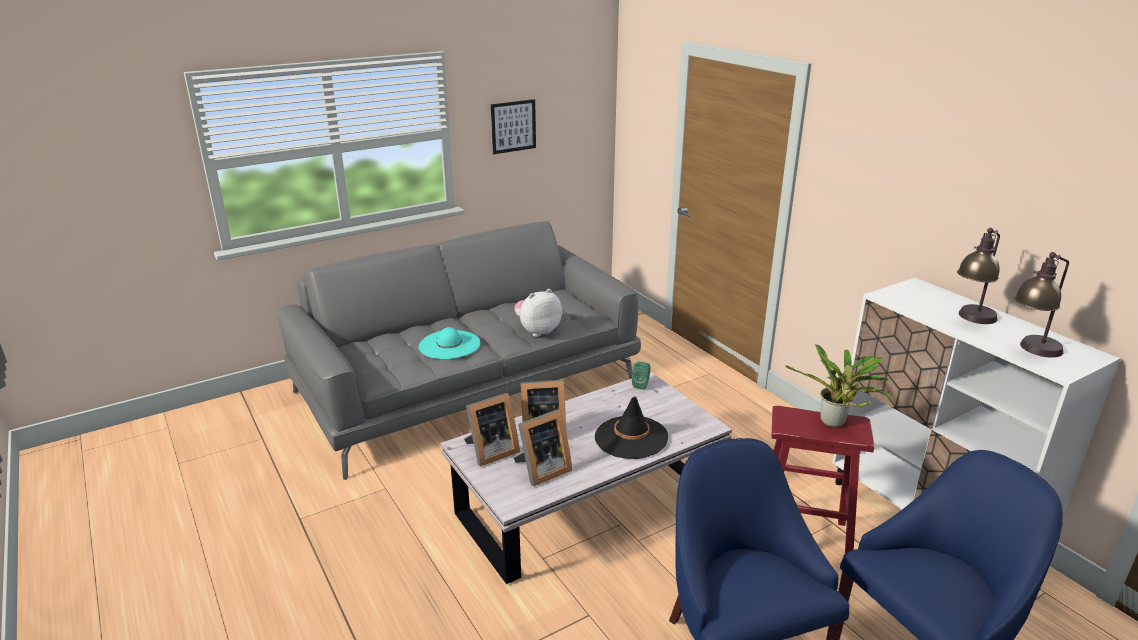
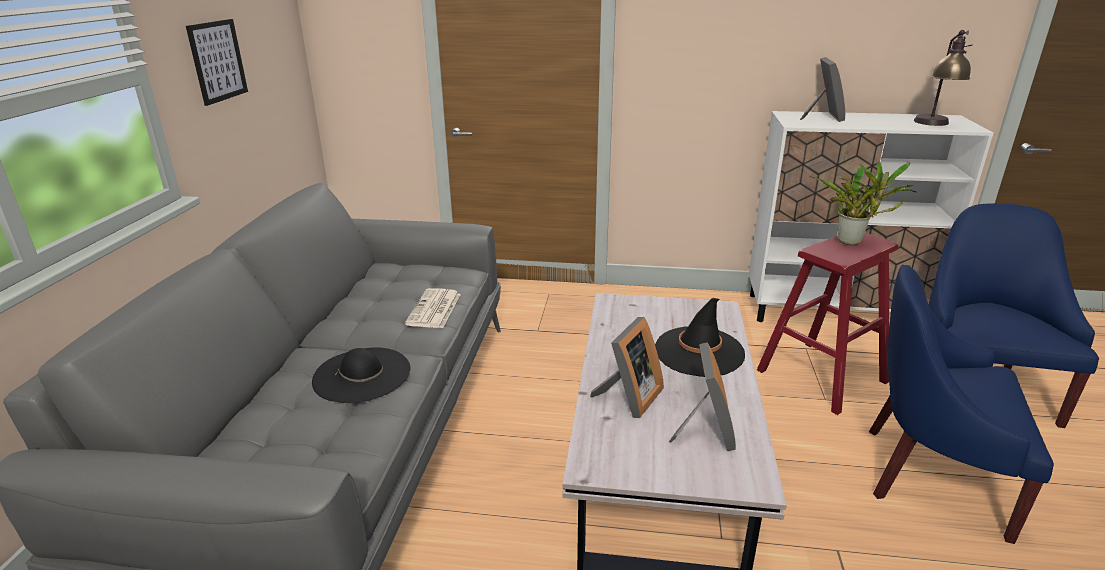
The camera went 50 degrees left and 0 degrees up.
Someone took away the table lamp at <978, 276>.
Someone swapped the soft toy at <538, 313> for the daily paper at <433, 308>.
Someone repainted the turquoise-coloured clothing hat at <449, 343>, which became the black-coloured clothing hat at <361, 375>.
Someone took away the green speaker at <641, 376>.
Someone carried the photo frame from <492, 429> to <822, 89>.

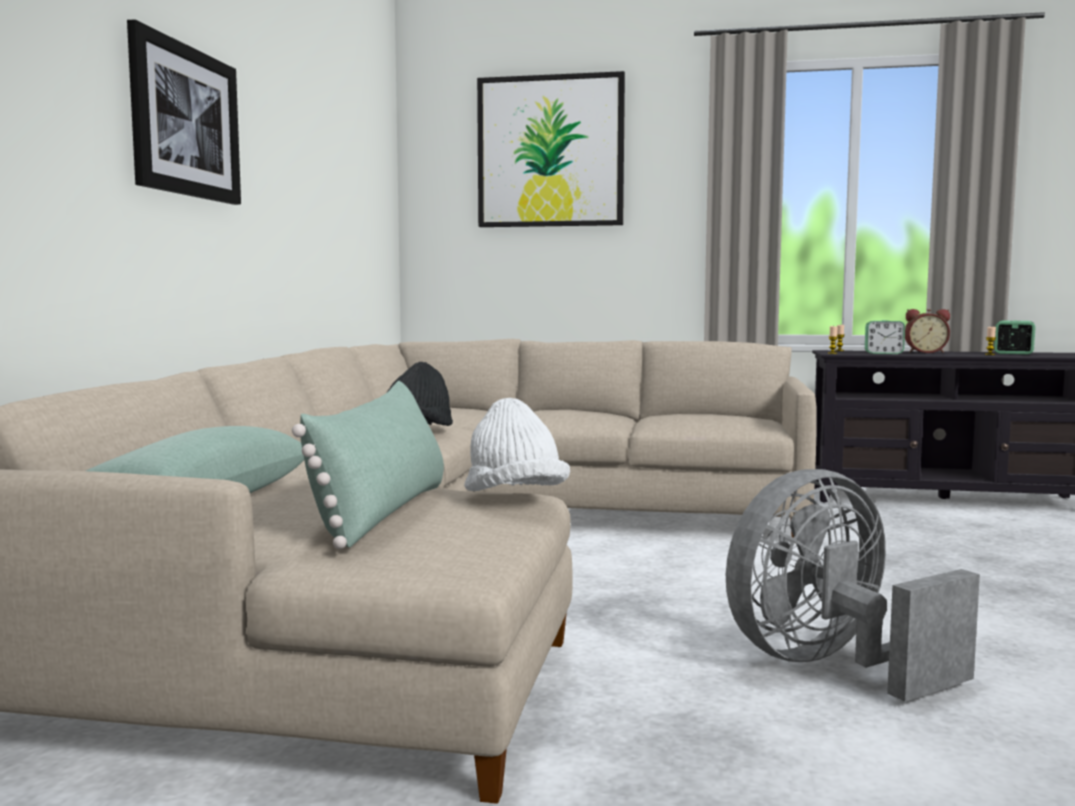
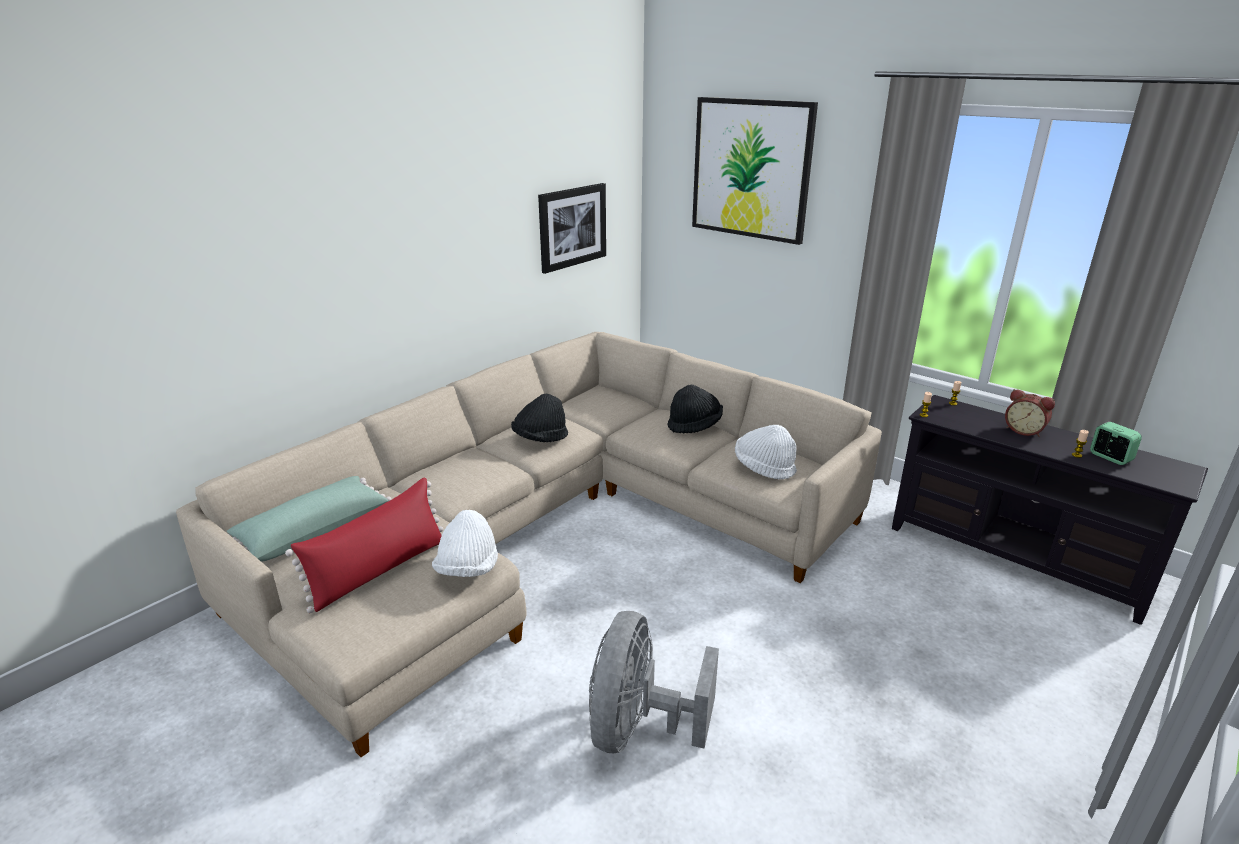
The camera went 30 degrees right and 20 degrees up.
Someone carried the wall art from <184, 112> to <572, 228>.
Someone took away the table clock at <885, 337>.
Someone repainted the green cushion at <368, 465>, which became the reddish cushion at <364, 545>.
Someone rotated the gray electric fan at <853, 585> by 75 degrees counterclockwise.
Someone put down the black-coloured clothing hat at <695, 408>.
Someone put down the whitish clothing hat at <766, 452>.

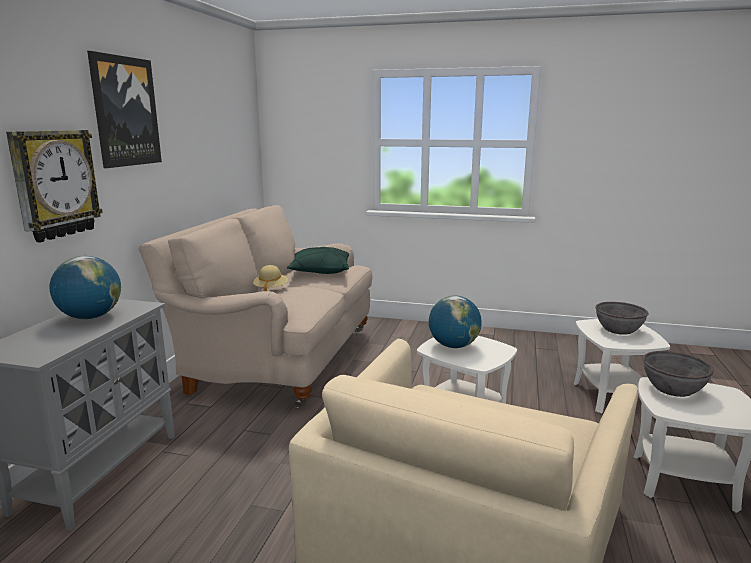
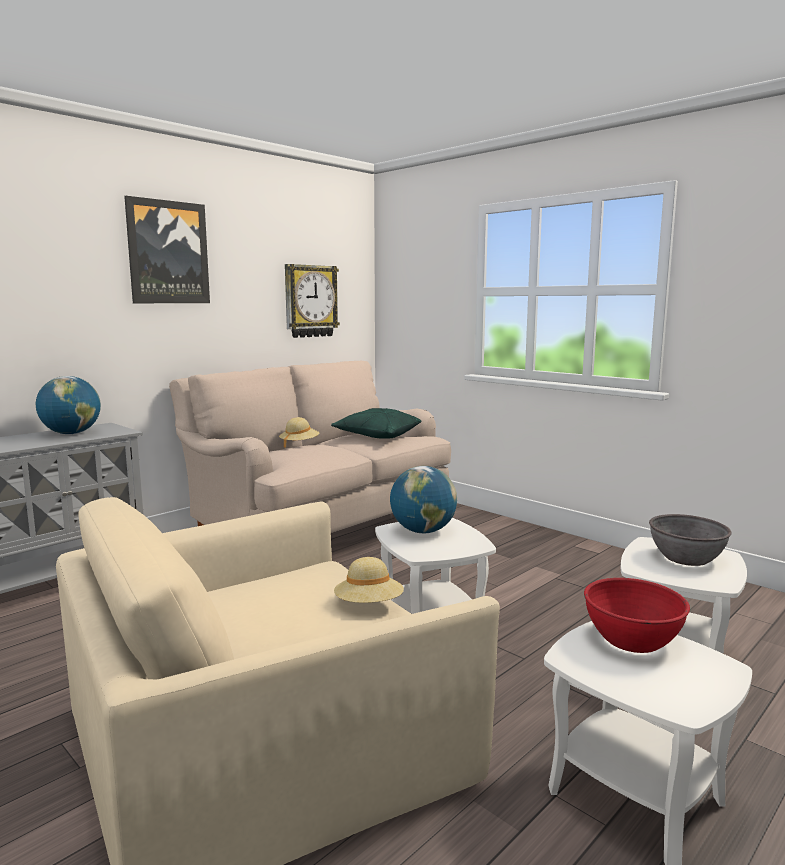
The camera went 30 degrees right and 5 degrees down.
Someone carried the wall clock from <54, 186> to <312, 301>.
Someone repainted the gray bowl at <678, 374>, which became the reddish bowl at <637, 615>.
Someone put down the beige-coloured clothing hat at <369, 580>.

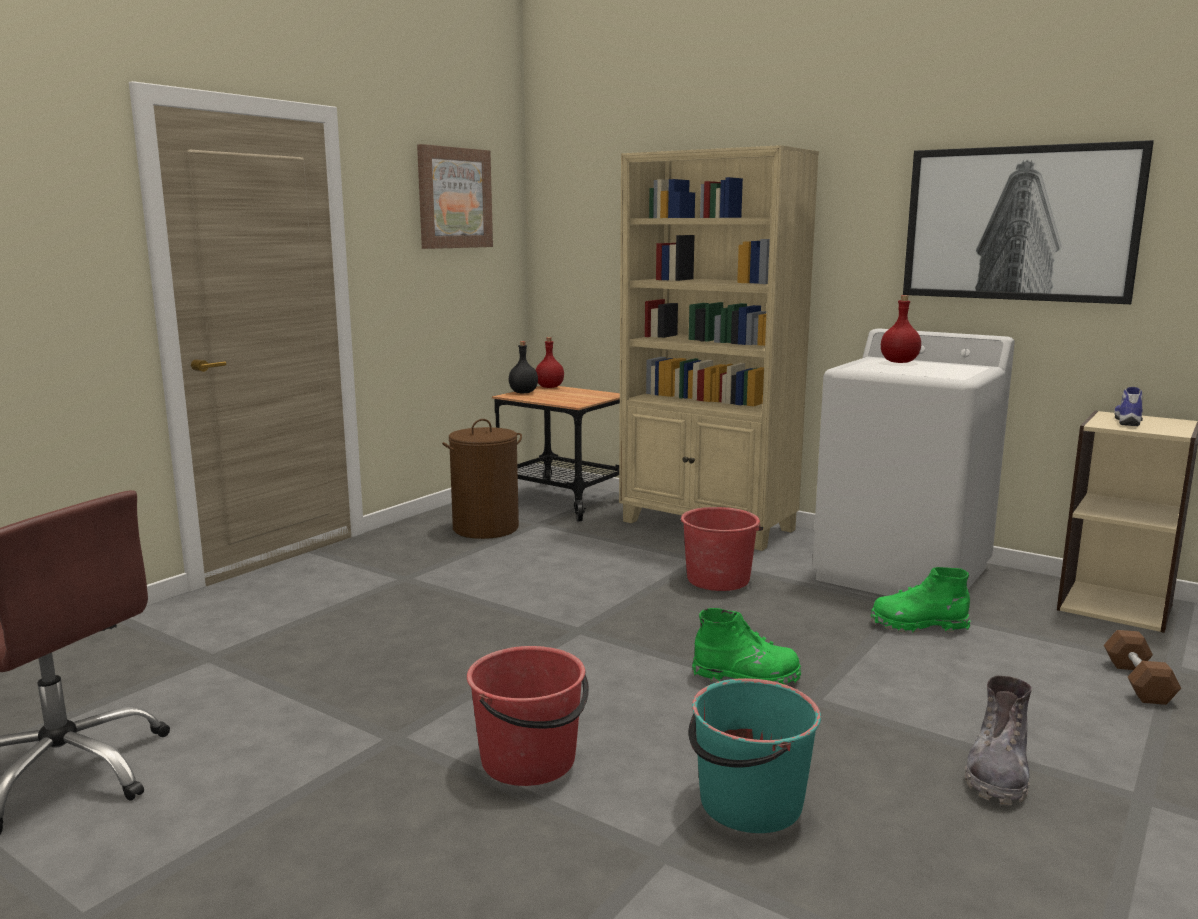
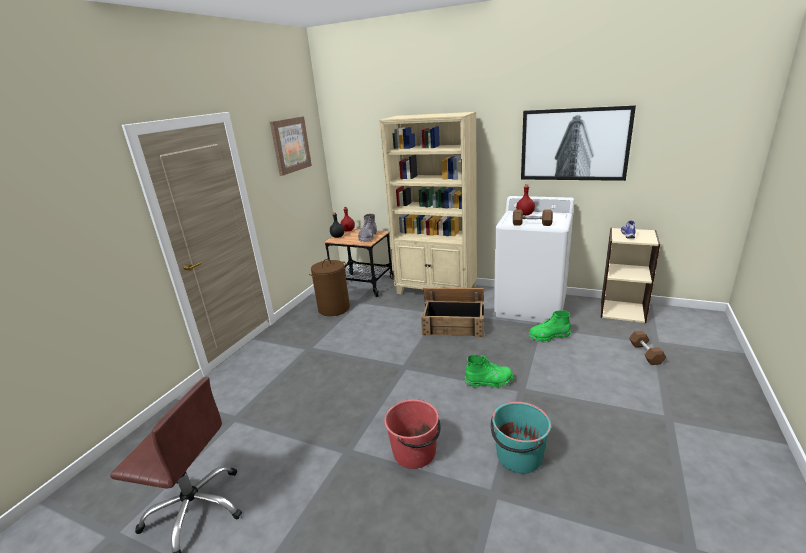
The camera went 10 degrees left and 10 degrees up.
Someone swapped the reddish water bucket at <721, 549> for the packing crate at <452, 312>.
Someone carried the gray boot from <998, 740> to <367, 228>.
Someone put down the brownish dumbbell at <533, 218>.

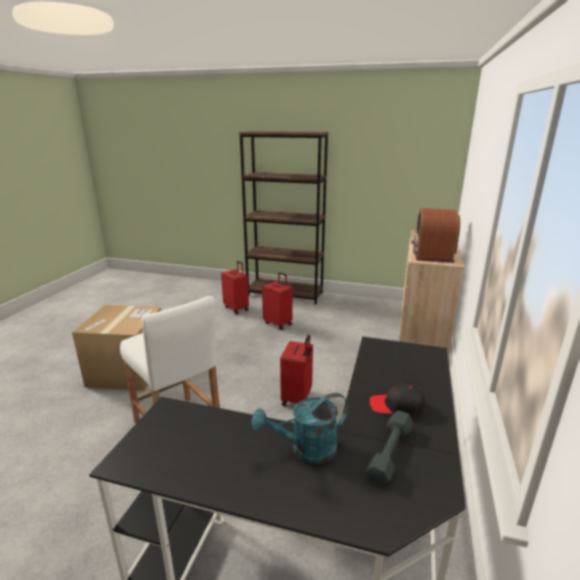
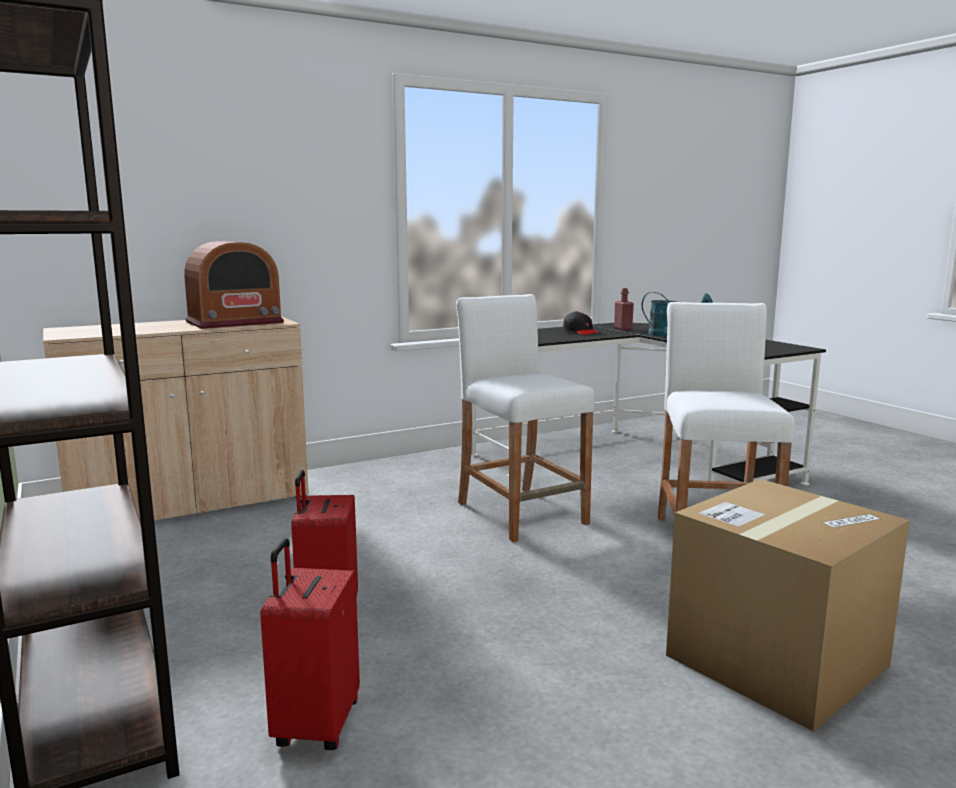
The camera went 135 degrees left and 10 degrees down.
Someone swapped the reddish piece of luggage at <296, 370> for the whitish sitting stool at <525, 418>.
Someone swapped the gray dumbbell at <389, 447> for the reddish bottle at <624, 309>.

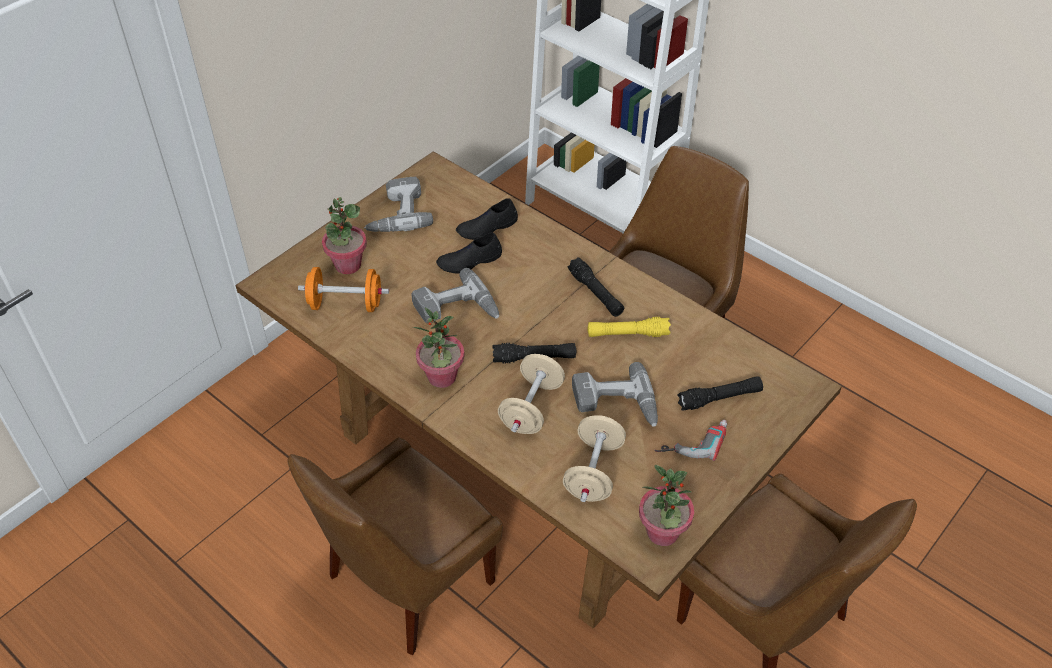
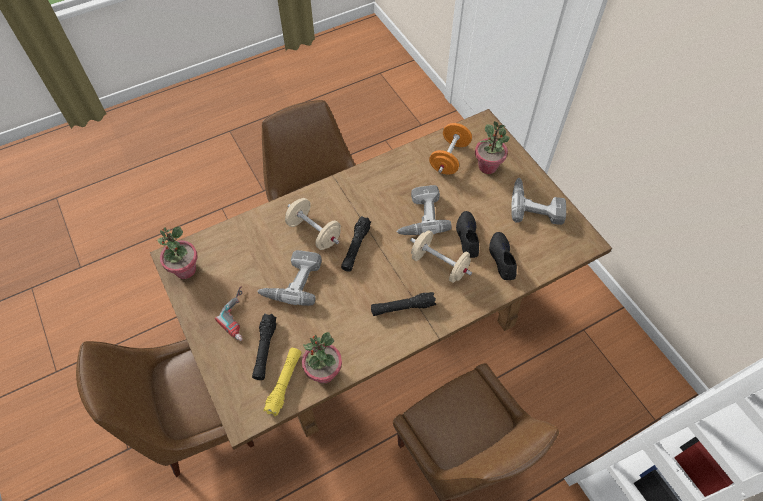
The camera went 110 degrees right and 10 degrees up.
Someone carried the potted plant from <439, 347> to <322, 358>.
Someone carried the yellowish flashlight from <629, 327> to <282, 382>.
Someone carried the beige-coloured dumbbell from <594, 458> to <441, 256>.

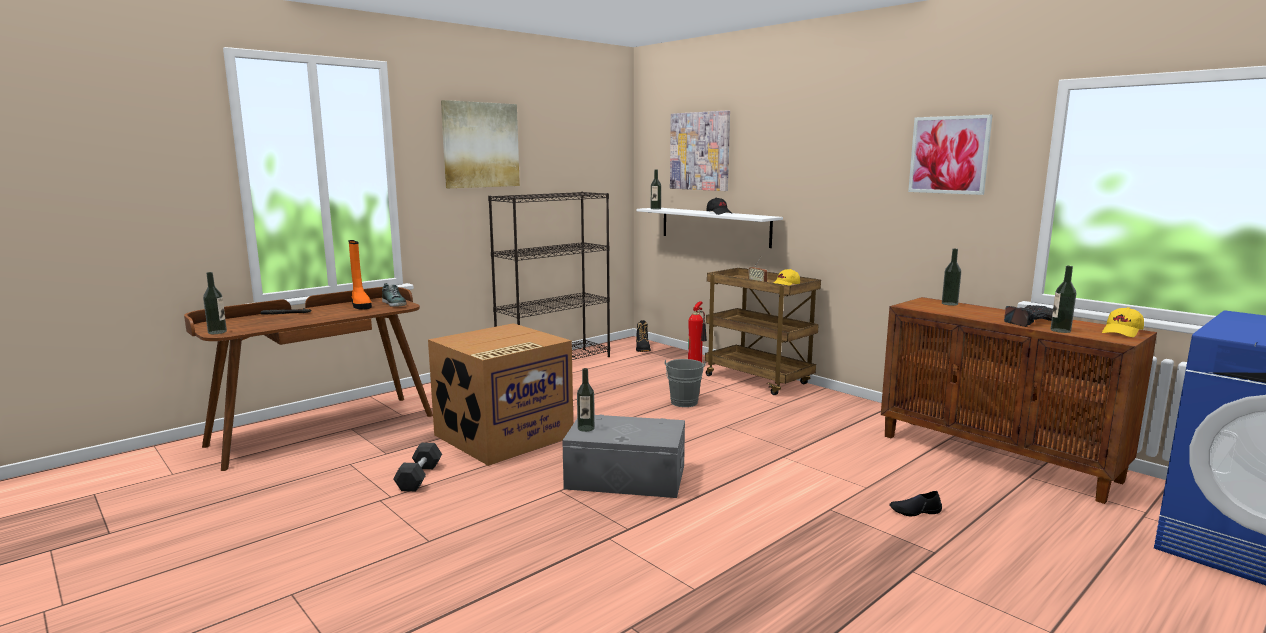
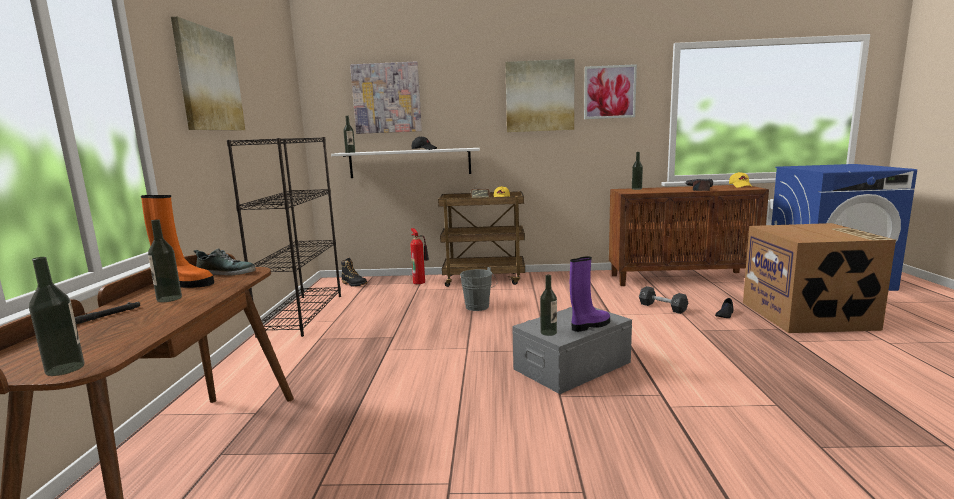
The camera went 45 degrees left and 0 degrees up.
Someone carried the bottle from <1063, 299> to <165, 260>.
Someone carried the carton from <500, 394> to <819, 278>.
Someone carried the black-coloured dumbbell from <417, 467> to <663, 300>.
Someone put up the wall art at <540, 95>.
Someone put down the purplish boot at <590, 294>.

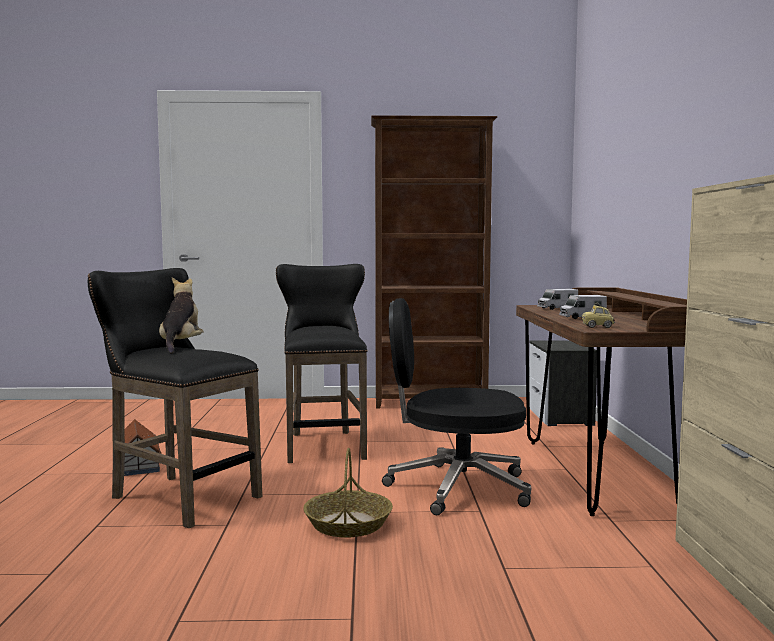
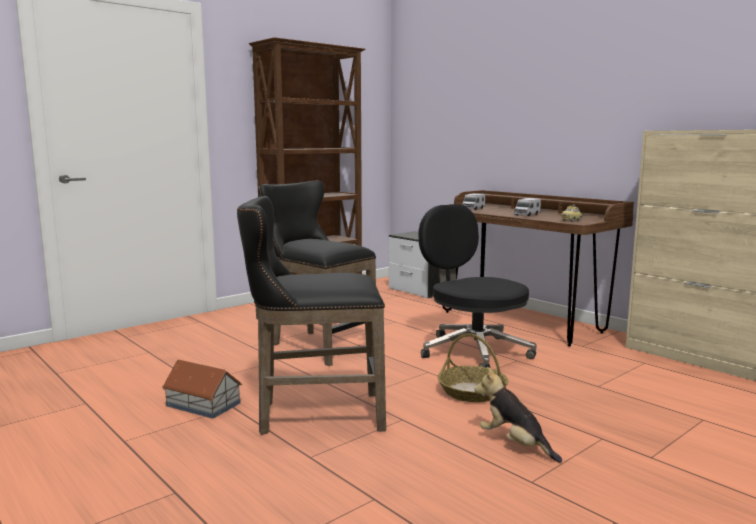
The camera went 40 degrees left and 5 degrees up.
Someone carried the soft toy from <181, 315> to <518, 415>.
Someone rotated the black-coloured office chair at <456, 406> by 90 degrees clockwise.

